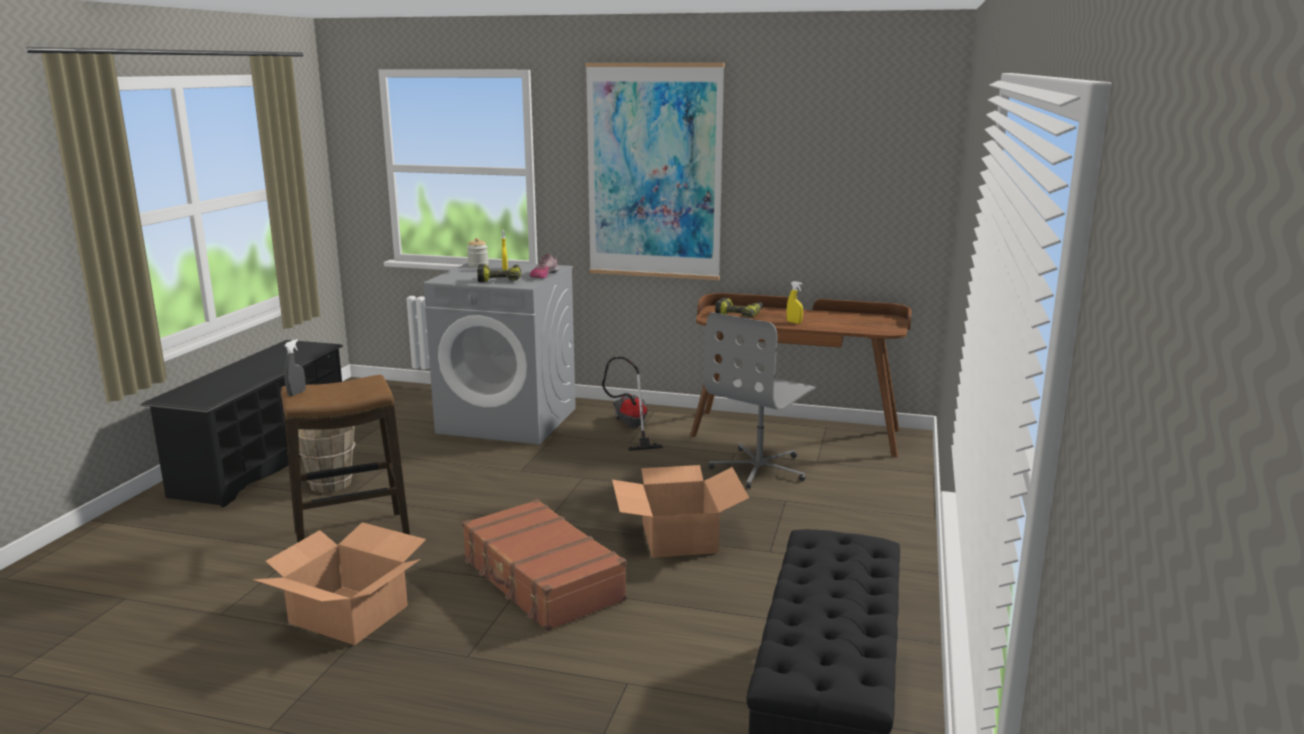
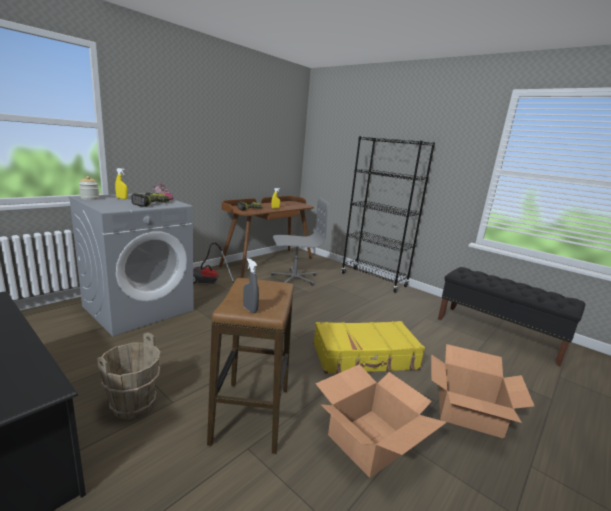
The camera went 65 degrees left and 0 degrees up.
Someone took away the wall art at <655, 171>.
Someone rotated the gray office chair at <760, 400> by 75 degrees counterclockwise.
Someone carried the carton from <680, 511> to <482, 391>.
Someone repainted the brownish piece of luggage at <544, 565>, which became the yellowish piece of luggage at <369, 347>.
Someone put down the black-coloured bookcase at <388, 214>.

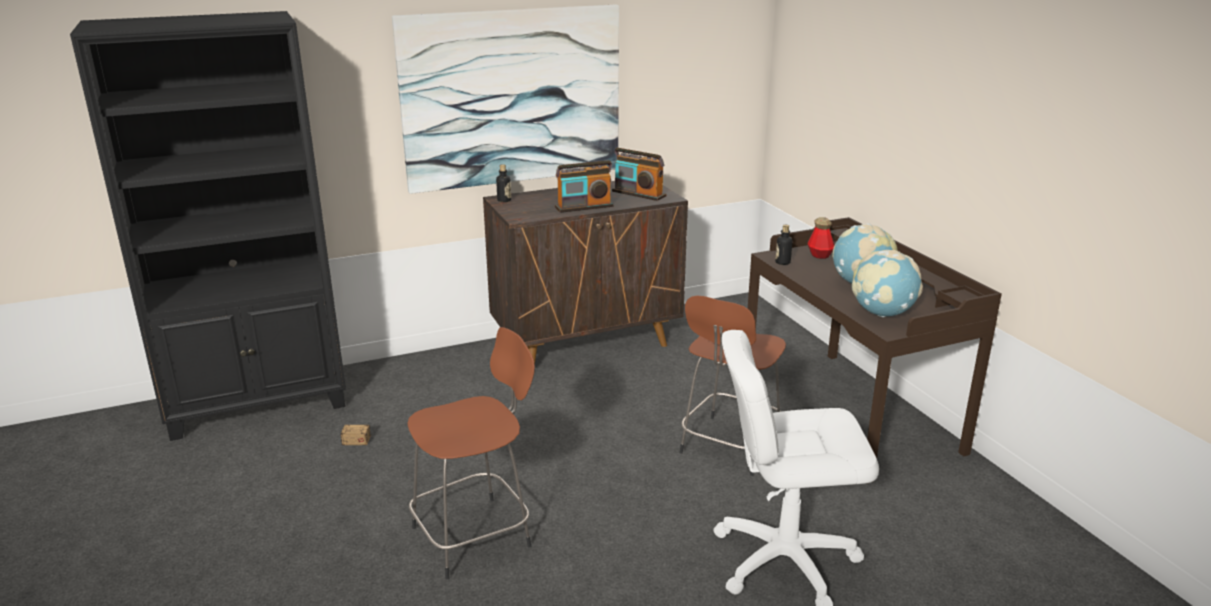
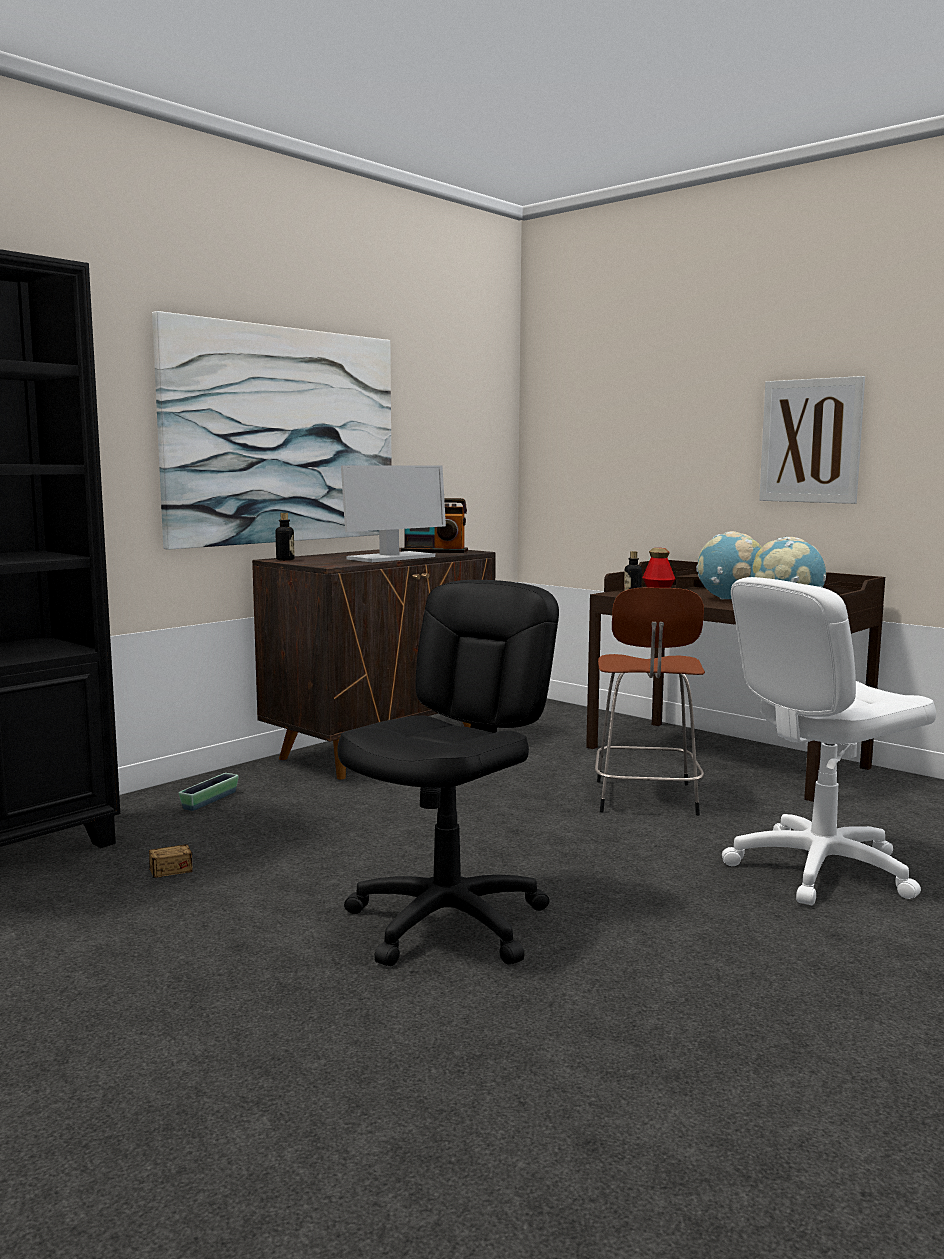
The camera went 25 degrees left and 15 degrees down.
Someone swapped the radio receiver at <584, 186> for the computer display at <393, 513>.
Someone swapped the brownish sitting stool at <471, 453> for the black-coloured office chair at <448, 773>.
Someone put up the wall art at <812, 440>.
Someone put down the planter at <209, 792>.

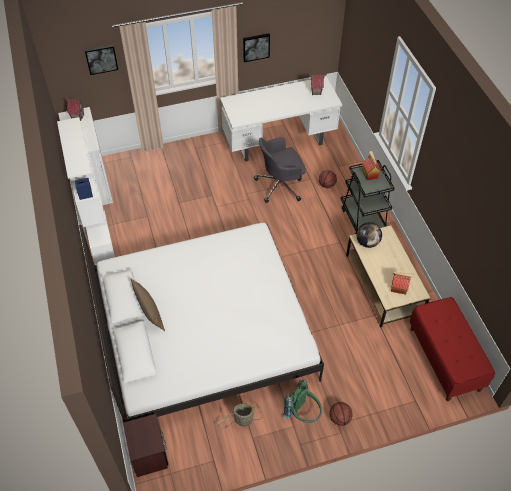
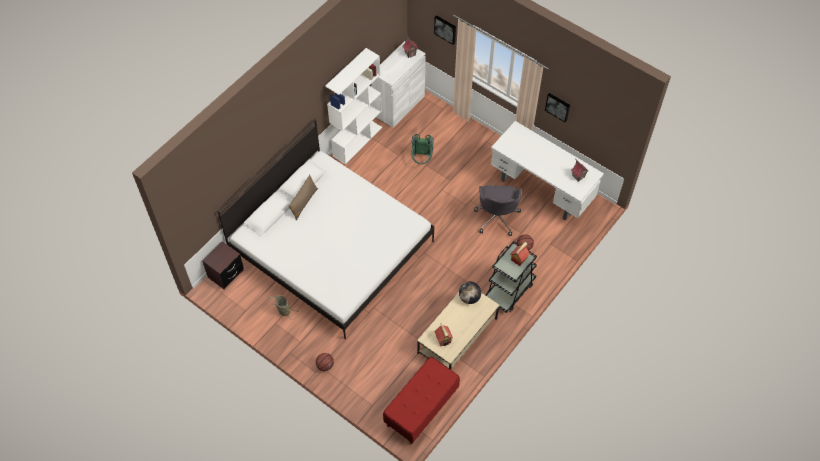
The camera went 55 degrees right and 5 degrees up.
Someone rotated the gray office chair at <280, 170> by 120 degrees counterclockwise.
Someone carried the green backpack from <302, 401> to <422, 149>.

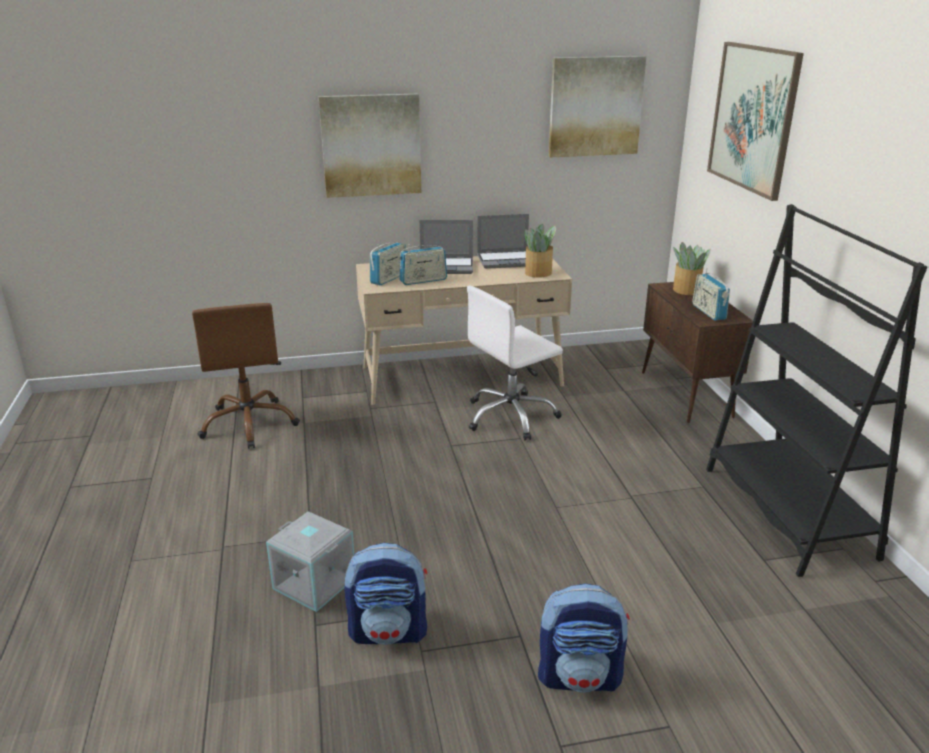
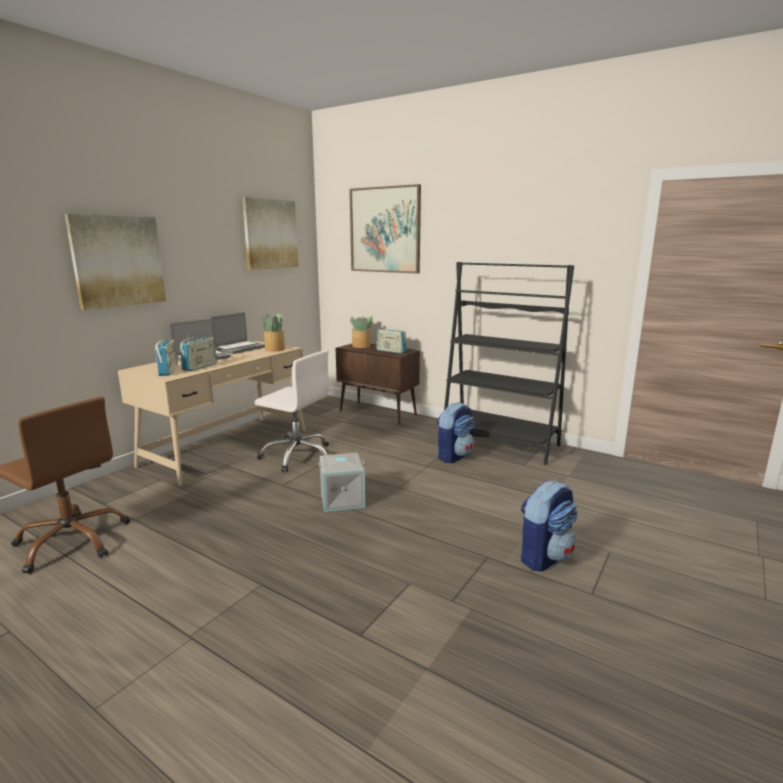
The camera went 45 degrees left and 10 degrees down.
Someone rotated the whitish office chair at <515, 363> by 75 degrees counterclockwise.
Someone carried the gray storage bin from <310, 561> to <341, 482>.
Someone carried the backpack from <385, 594> to <456, 432>.

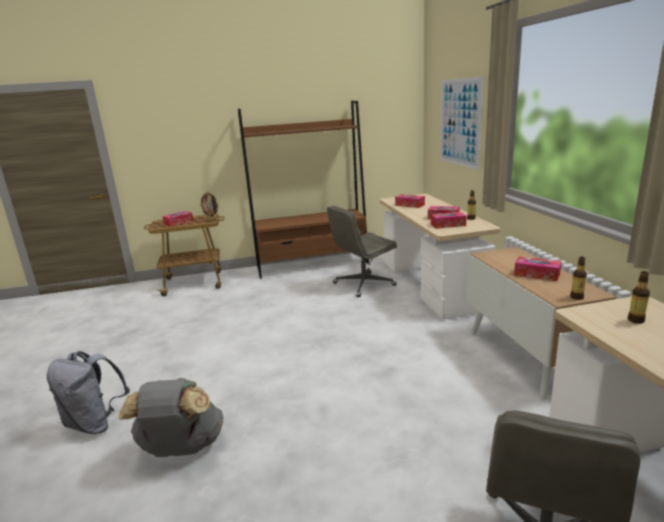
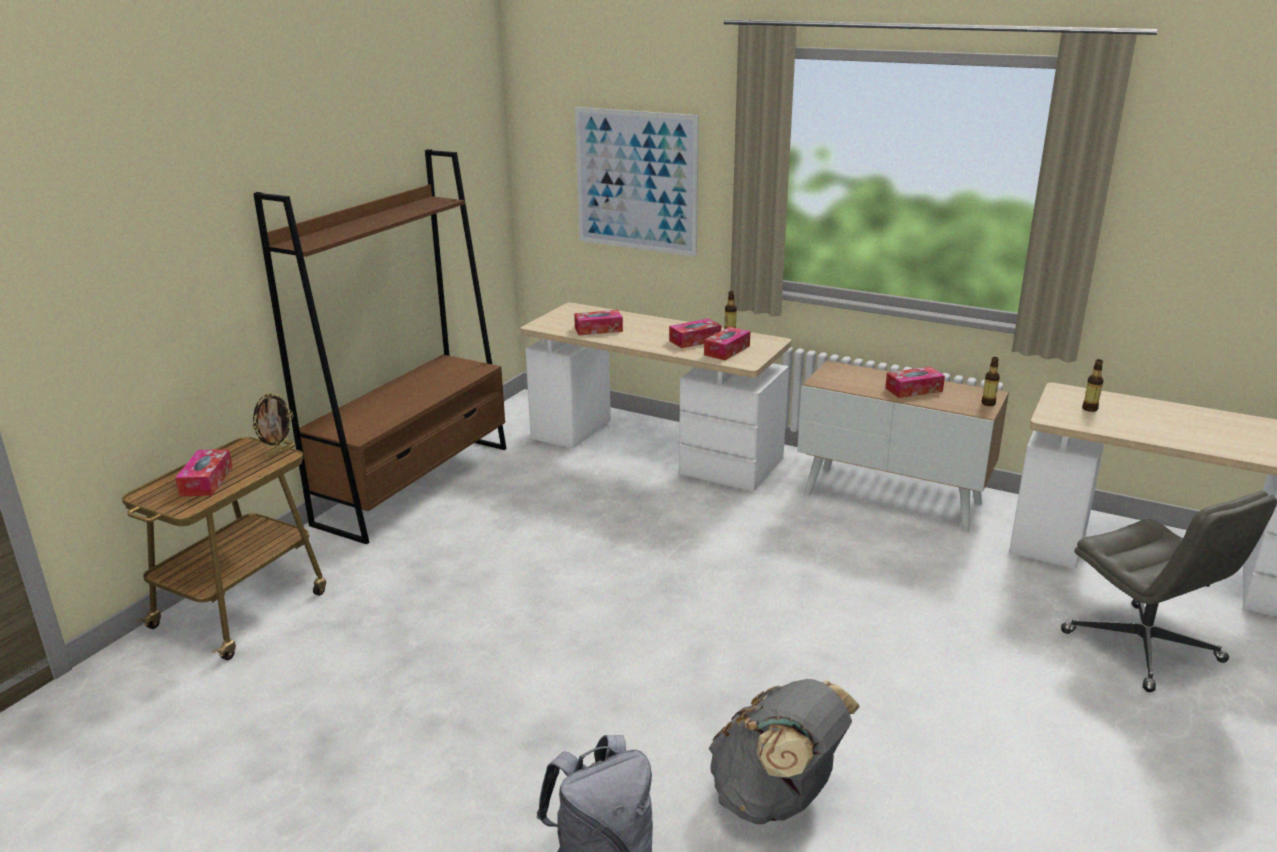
The camera went 50 degrees left and 5 degrees up.
Someone took away the gray office chair at <362, 251>.

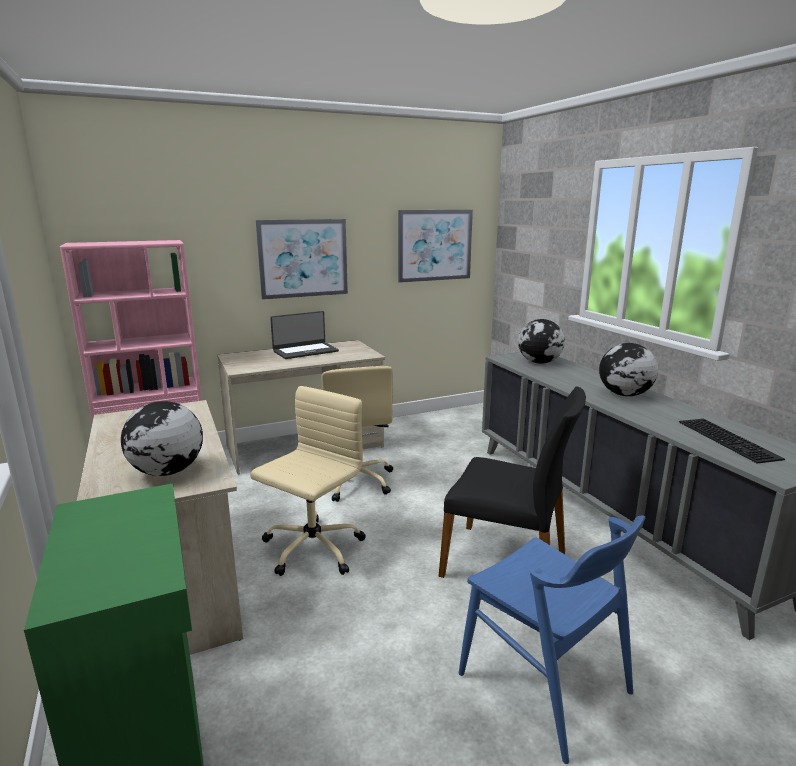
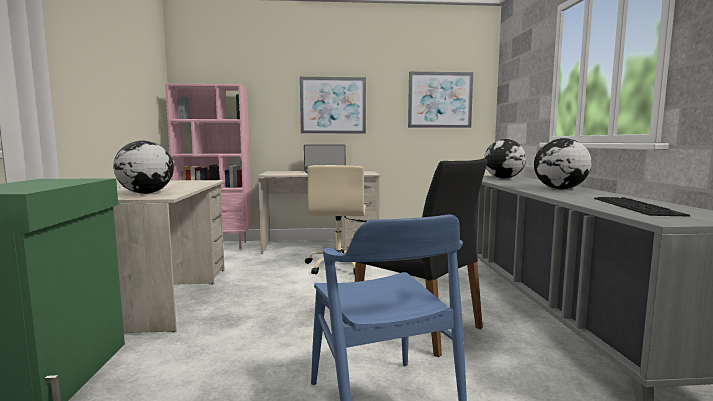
The camera went 20 degrees right and 10 degrees down.
Someone took away the beige-coloured office chair at <308, 481>.

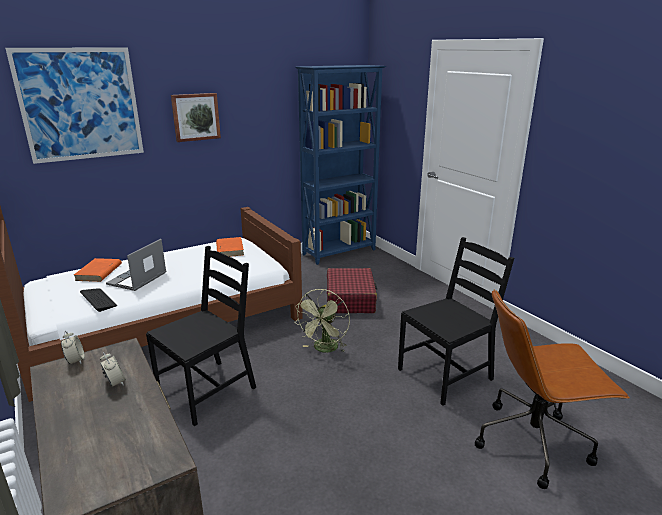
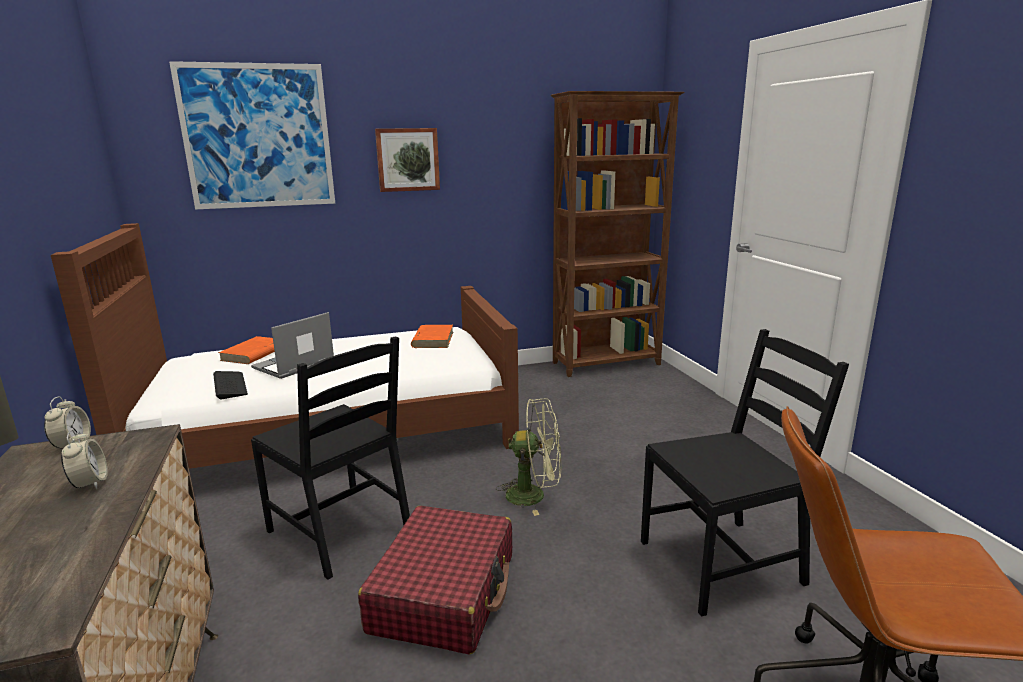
The camera went 15 degrees right and 5 degrees down.
Someone repainted the bluish bookcase at <340, 165>, which became the brownish bookcase at <618, 234>.
Someone rotated the black-coloured chair at <201, 336> by 75 degrees clockwise.
Someone carried the reddish piece of luggage from <352, 290> to <435, 580>.
Someone rotated the green electric fan at <322, 321> by 120 degrees counterclockwise.

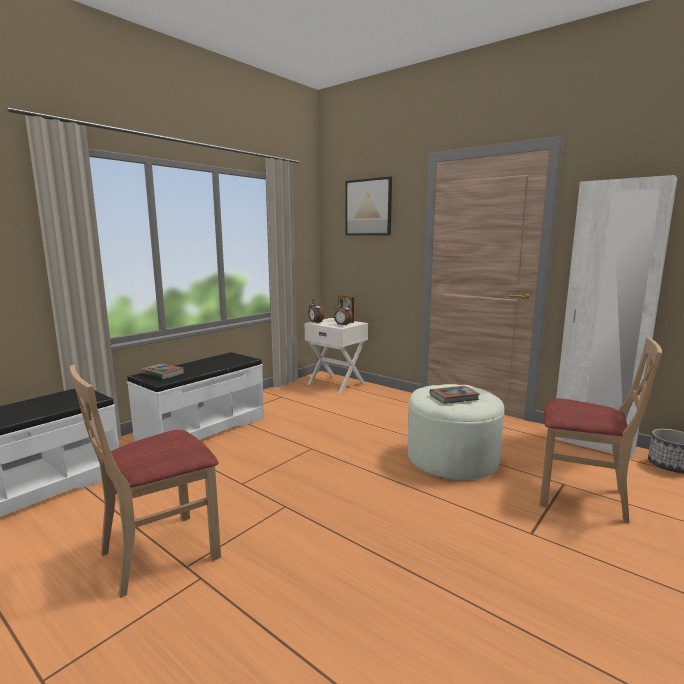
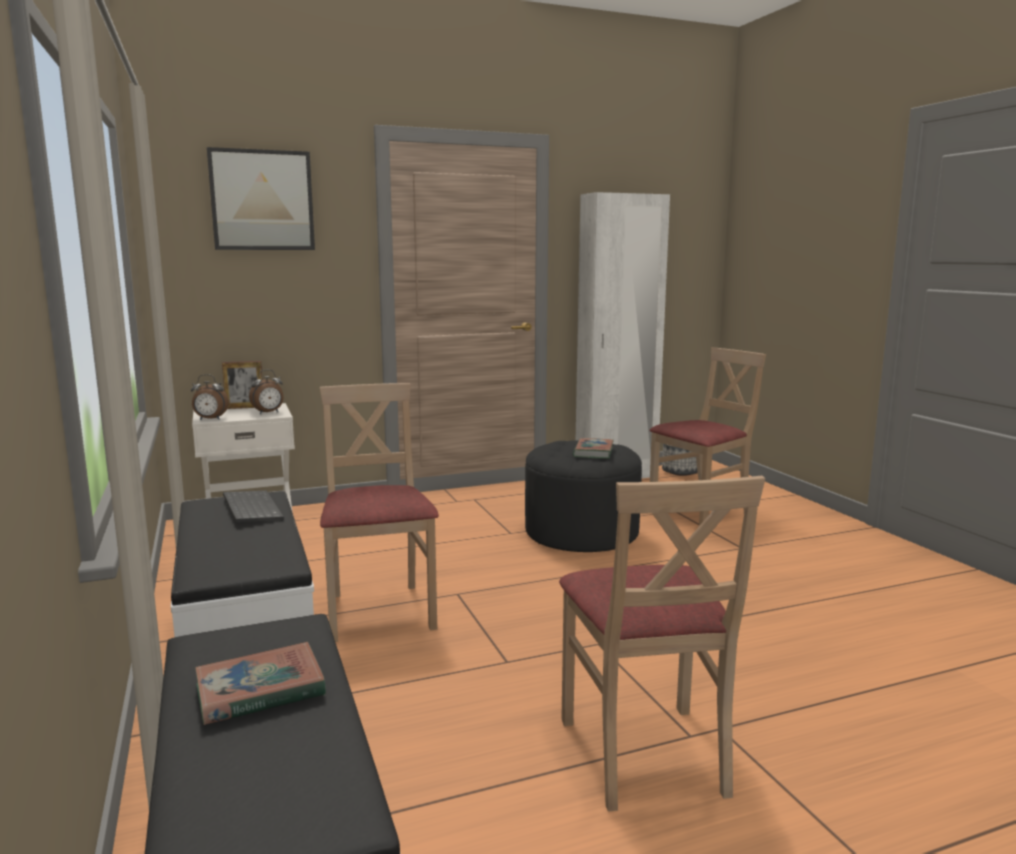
The camera went 60 degrees left and 0 degrees up.
Someone carried the book from <162, 371> to <260, 683>.
Someone repainted the whitish ottoman at <455, 432>, which became the black-coloured ottoman at <583, 496>.
Someone put down the beige-coloured chair at <379, 512>.
Someone put down the keyboard at <253, 506>.

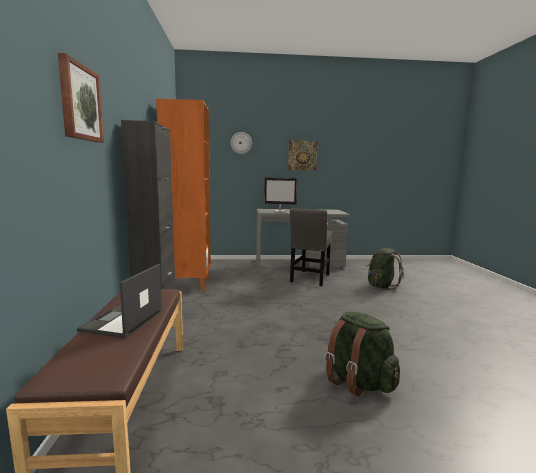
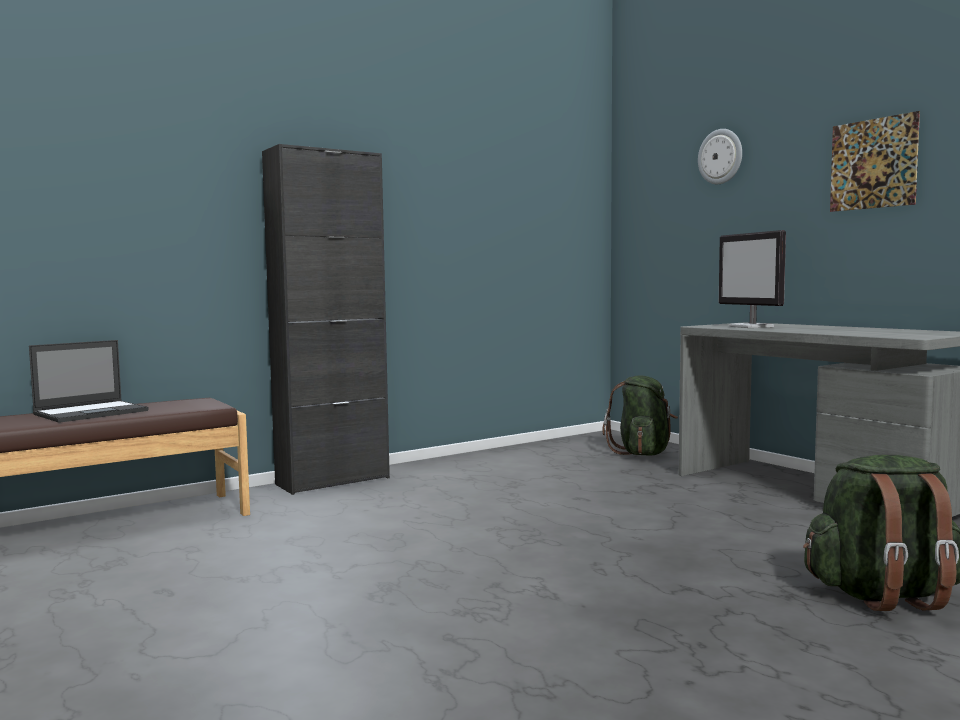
The camera went 60 degrees right and 5 degrees down.
Someone took away the wall art at <81, 98>.
Someone took away the orangey bookcase at <183, 195>.
Someone took away the gray chair at <311, 247>.
Someone rotated the laptop at <120, 301> by 150 degrees clockwise.
Someone carried the green backpack from <362, 354> to <640, 416>.

